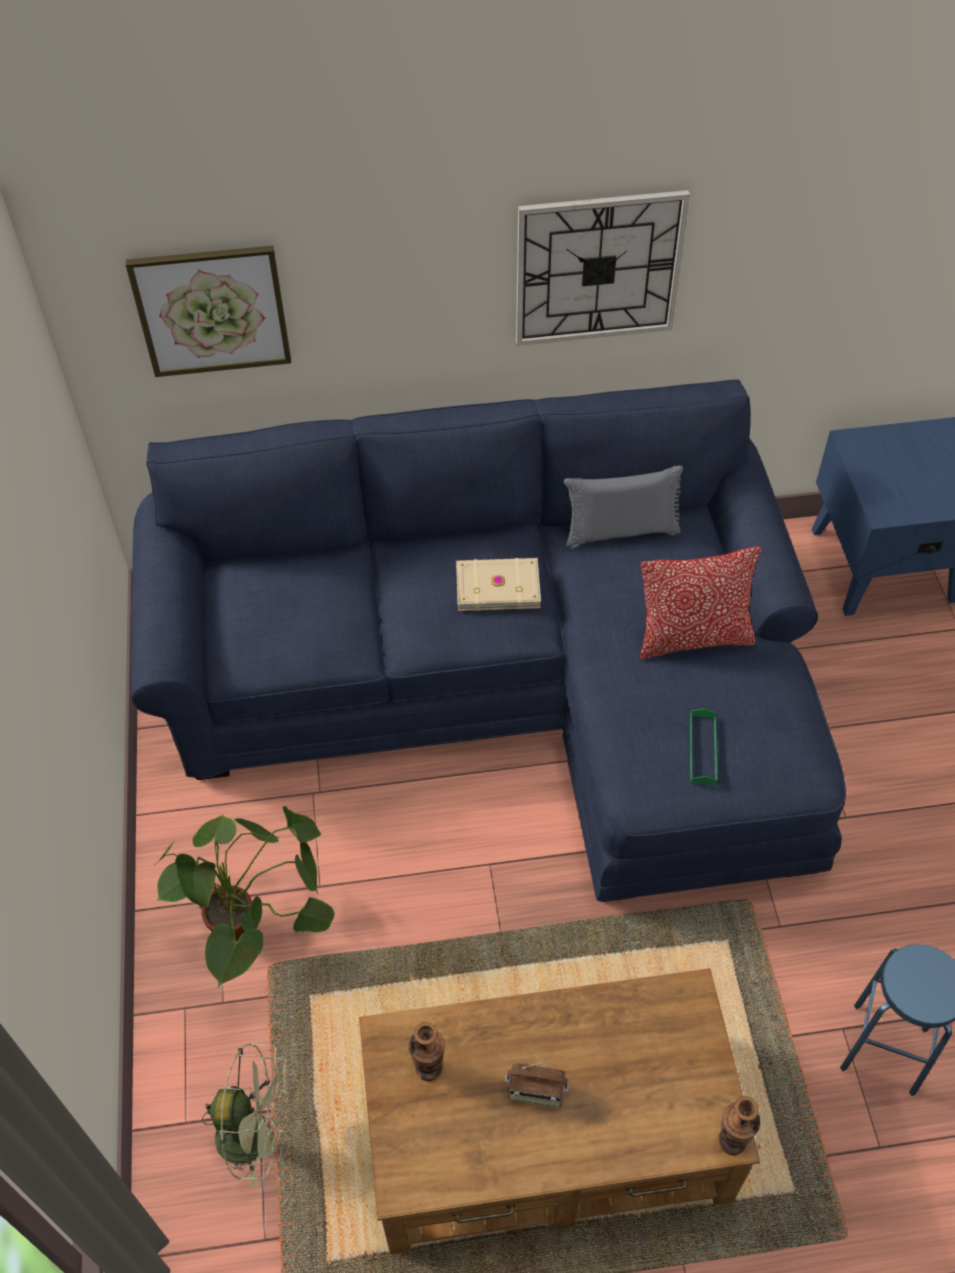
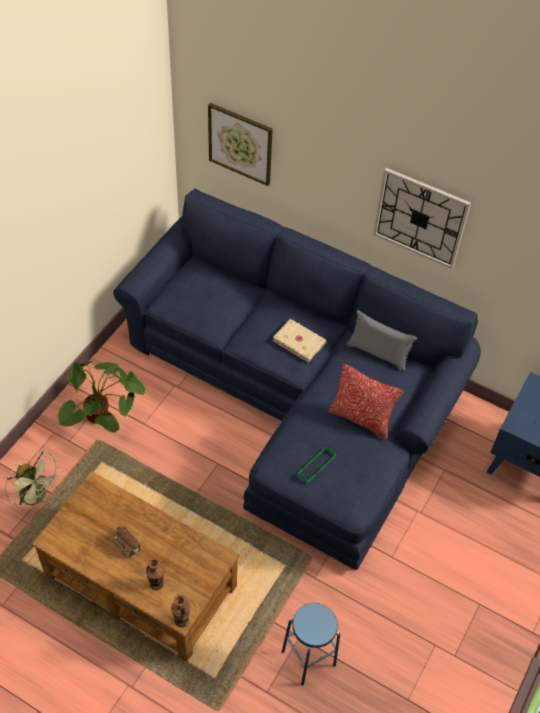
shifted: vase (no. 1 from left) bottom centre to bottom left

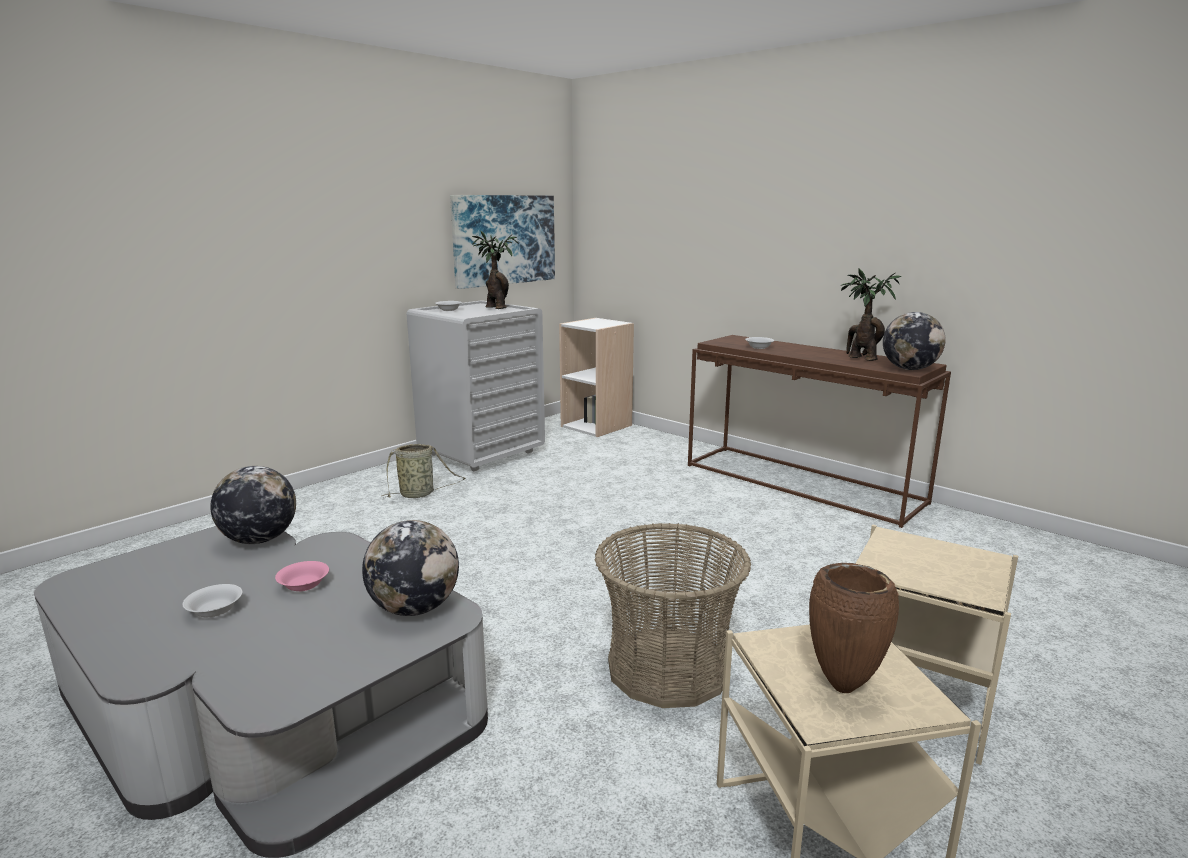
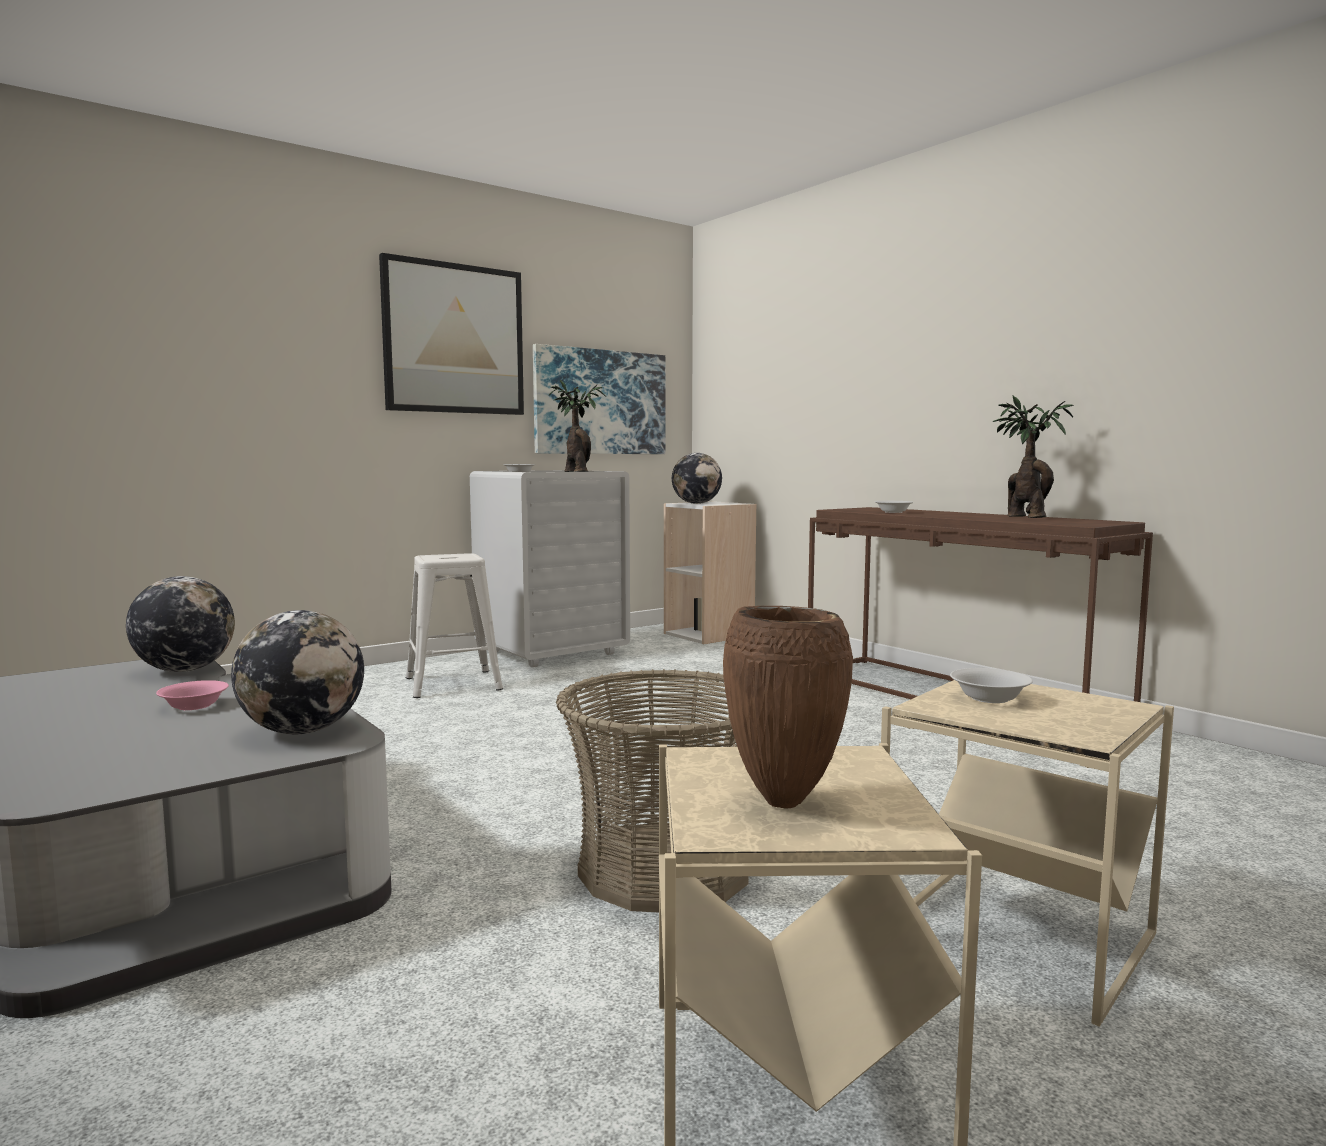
new: picture (no. 1 from left) top centre
shifted: globe (no. 3 from left) middle right to centre; white bowl (no. 1 from left in the first image) bottom left to white bowl (no. 3 from left) middle right
swapped: basket (no. 1 from left) centre to white stool centre

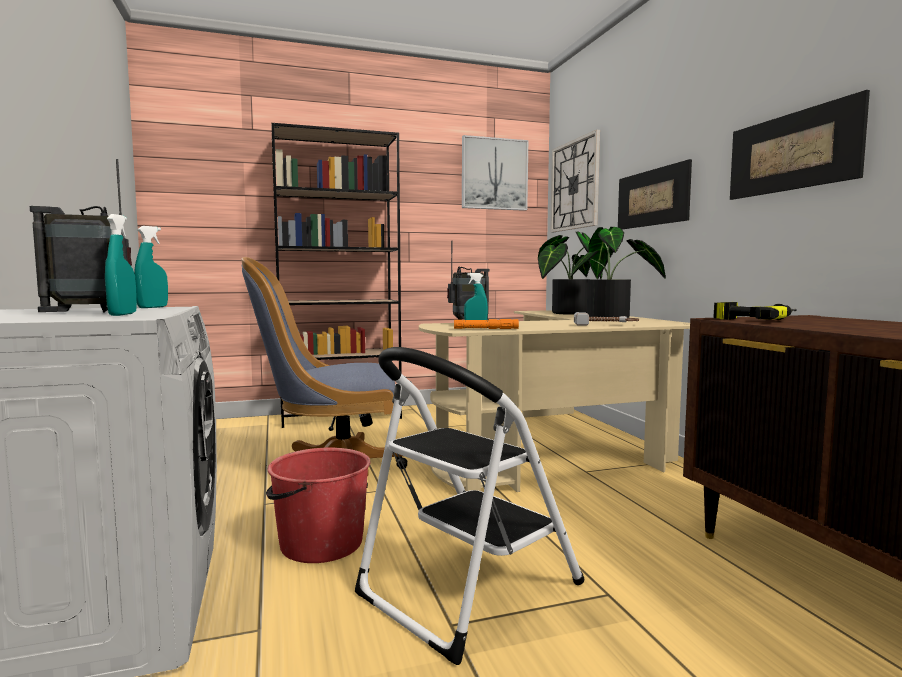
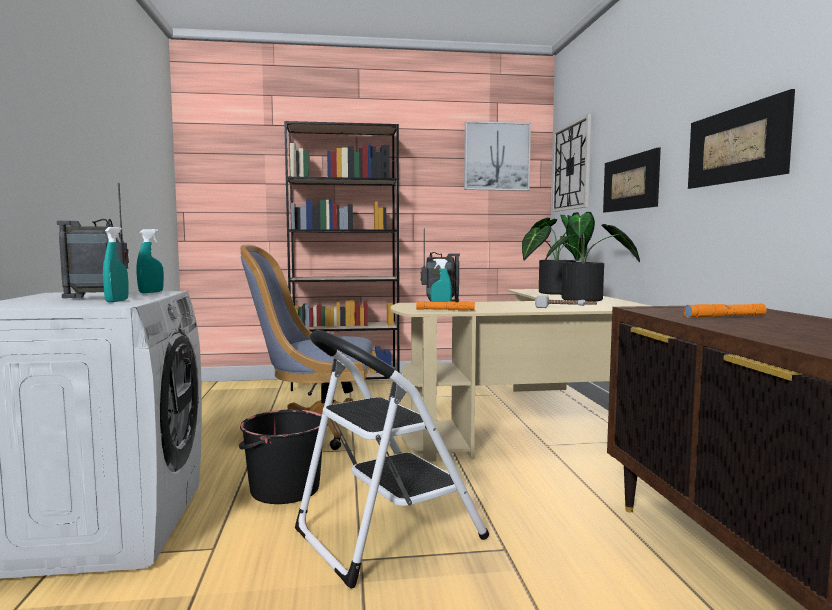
gone: power drill middle right
new: orange flashlight (no. 2 from left) middle right
repainted: red bucket bottom centre to black bucket bottom centre

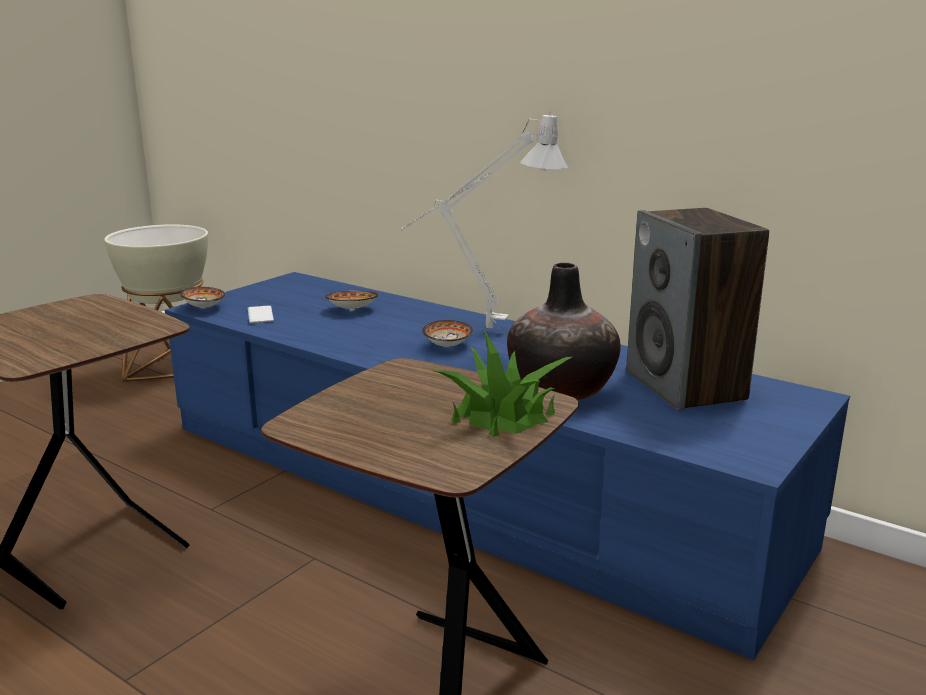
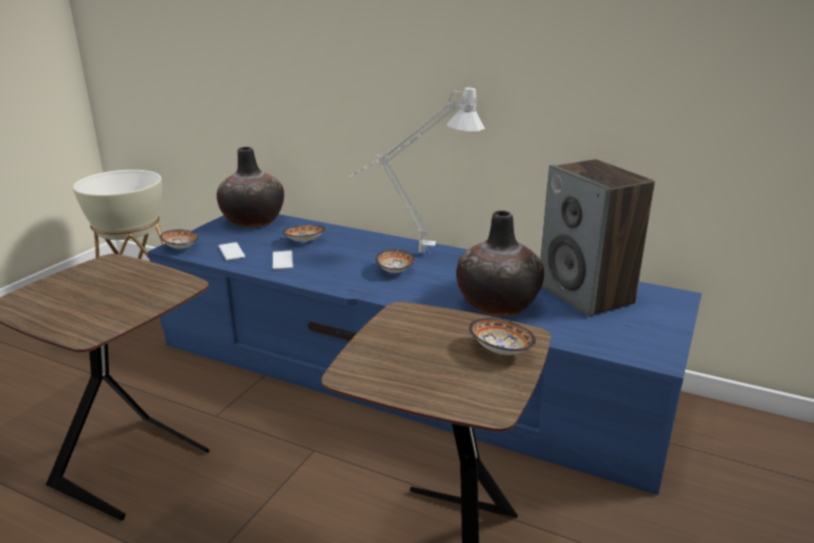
new: vase (no. 1 from left) middle left; phone (no. 2 from left) centre
swapped: potted plant centre to bowl (no. 4 from left) centre

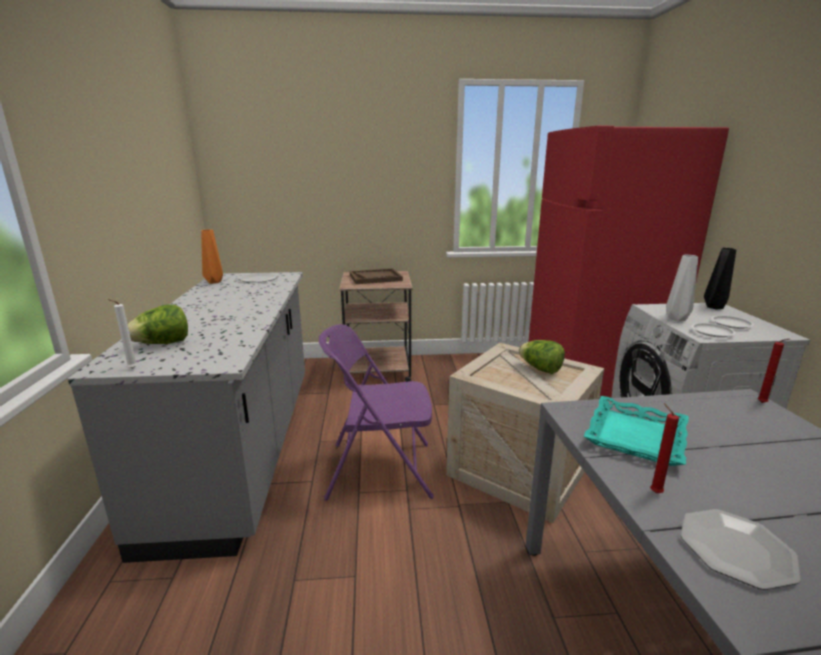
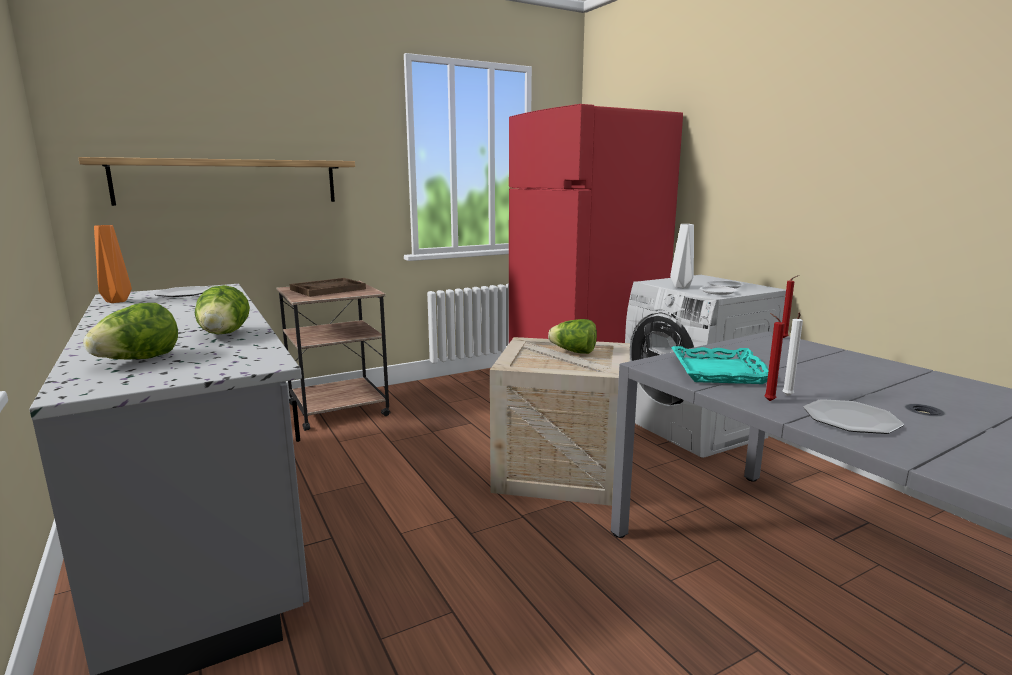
gone: black vase middle right; purple chair centre
new: shelf top left; lettuce (no. 2 from left) middle left
shifted: white candle middle left to middle right

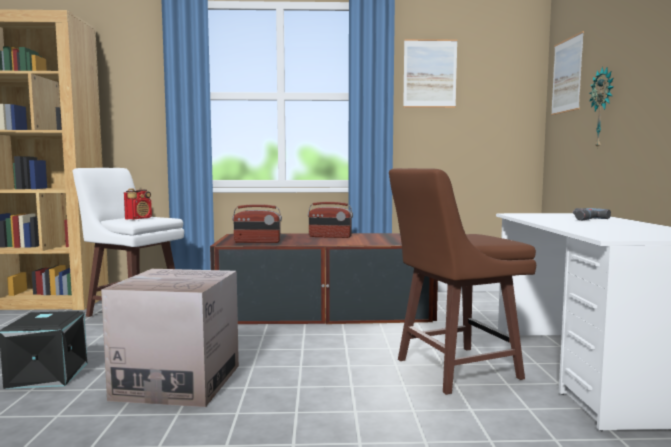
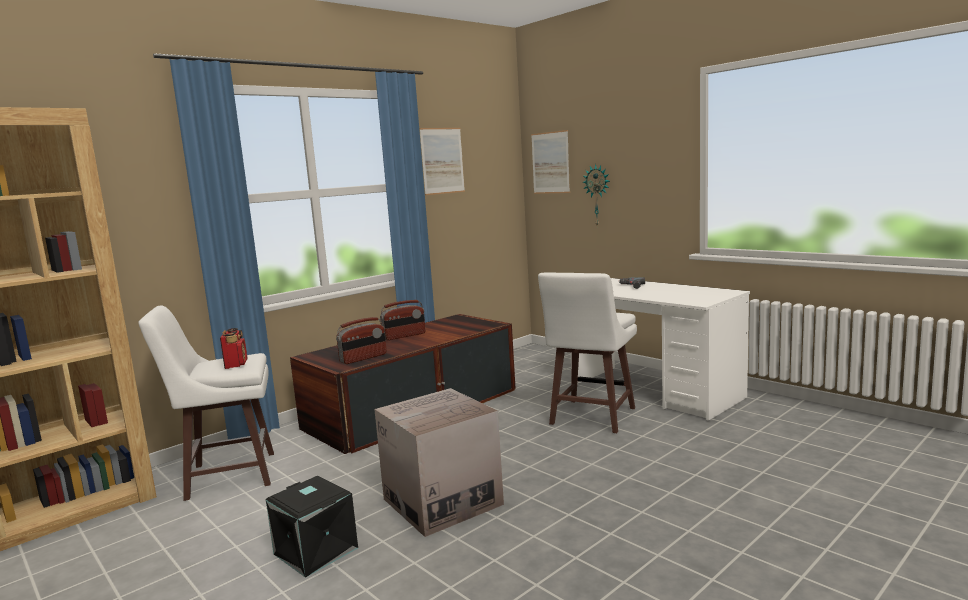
repainted: brown stool middle right to white stool (no. 2 from left) centre

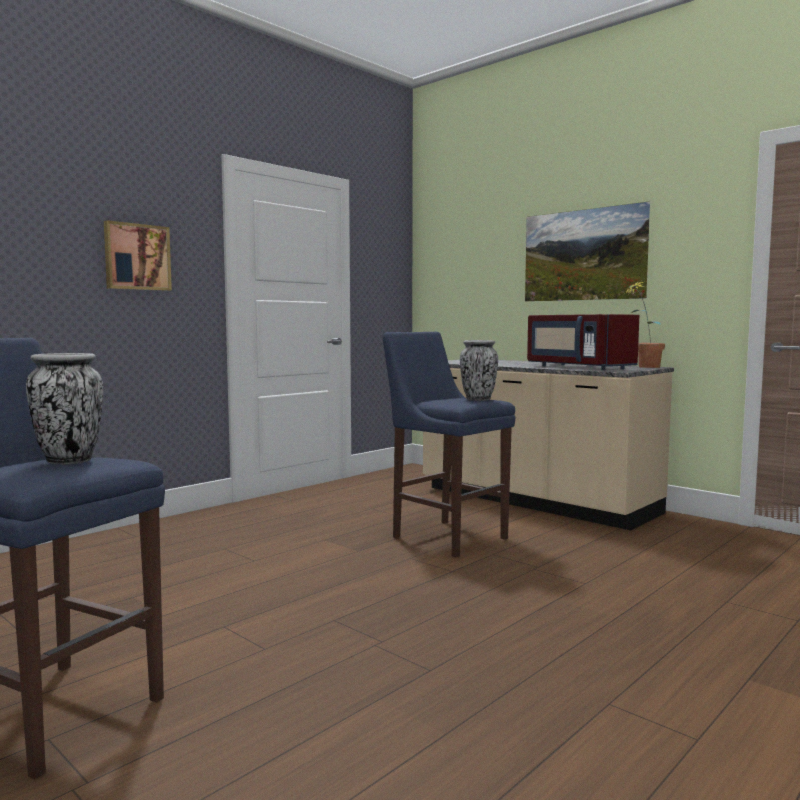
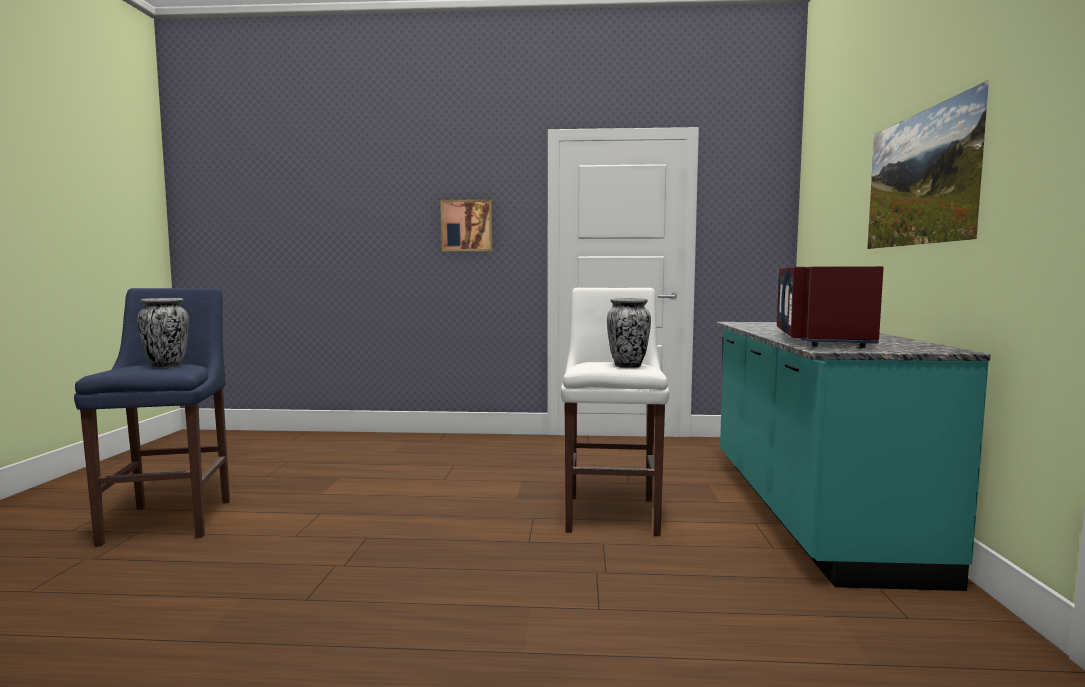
gone: potted plant middle right
repainted: blue stool (no. 2 from left) centre to white stool centre; beige counter middle right to turquoise counter middle right

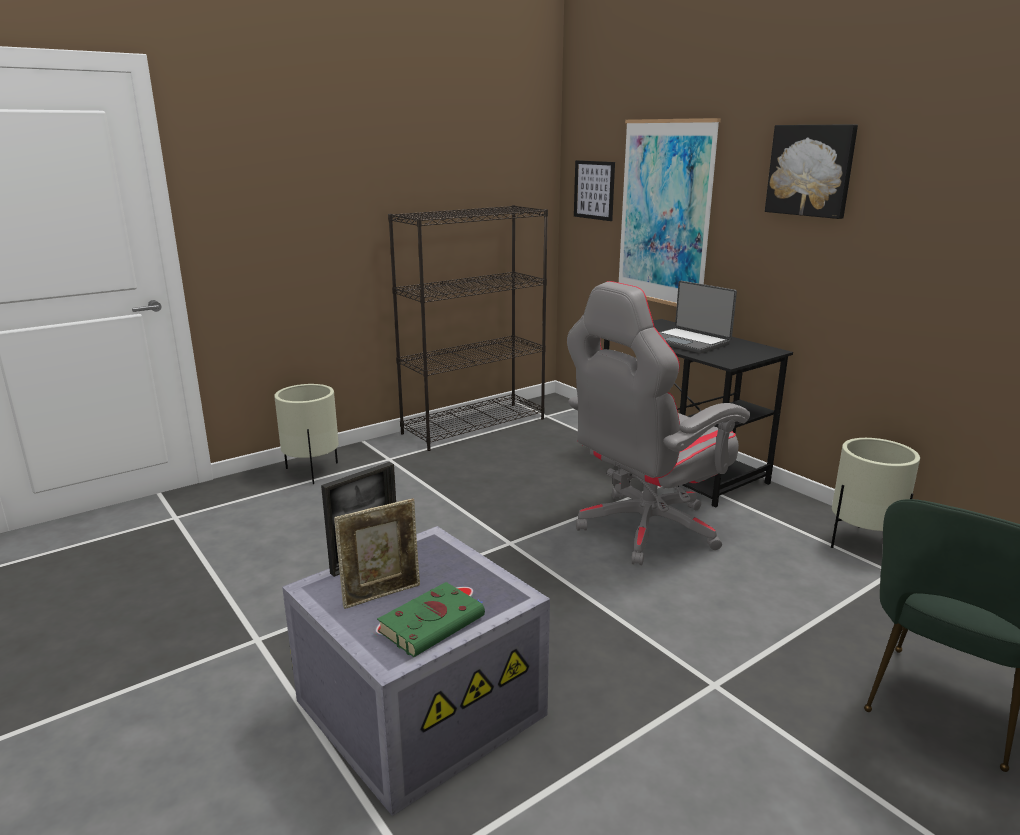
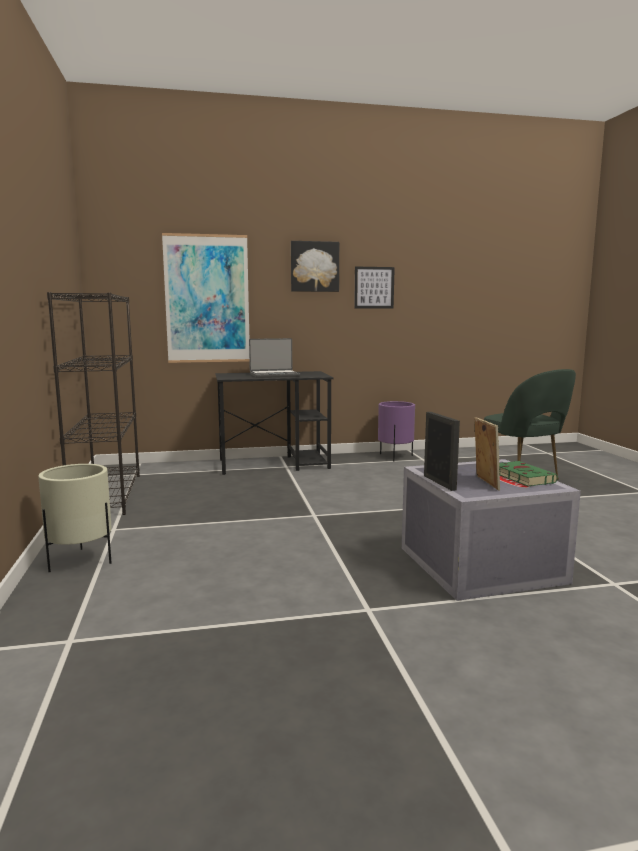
gone: grey office chair centre
shifted: picture (no. 1 from left in the first image) top centre to picture (no. 3 from left) centre
repainted: beige planter (no. 2 from left) middle right to purple planter centre

